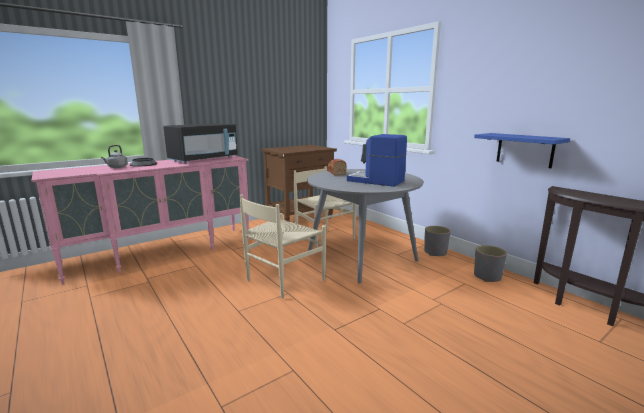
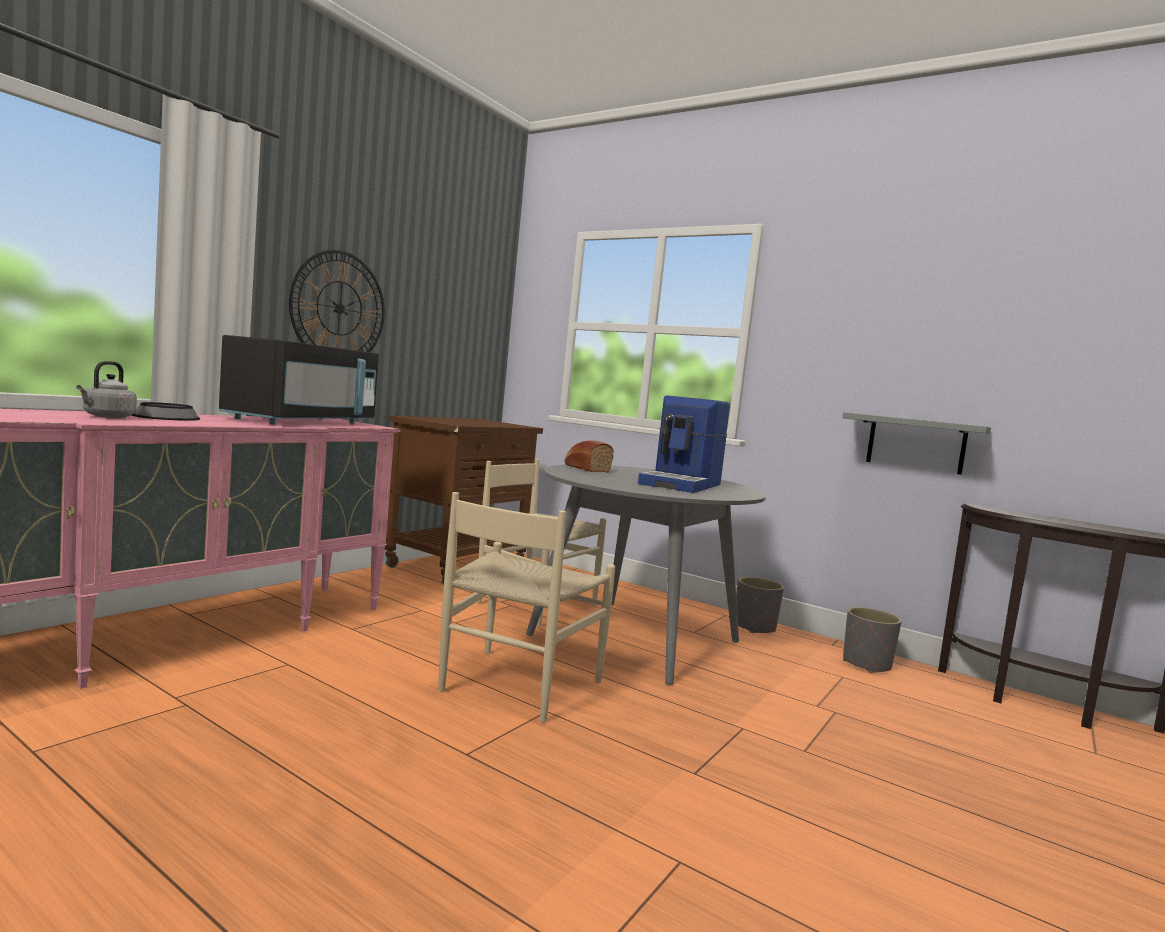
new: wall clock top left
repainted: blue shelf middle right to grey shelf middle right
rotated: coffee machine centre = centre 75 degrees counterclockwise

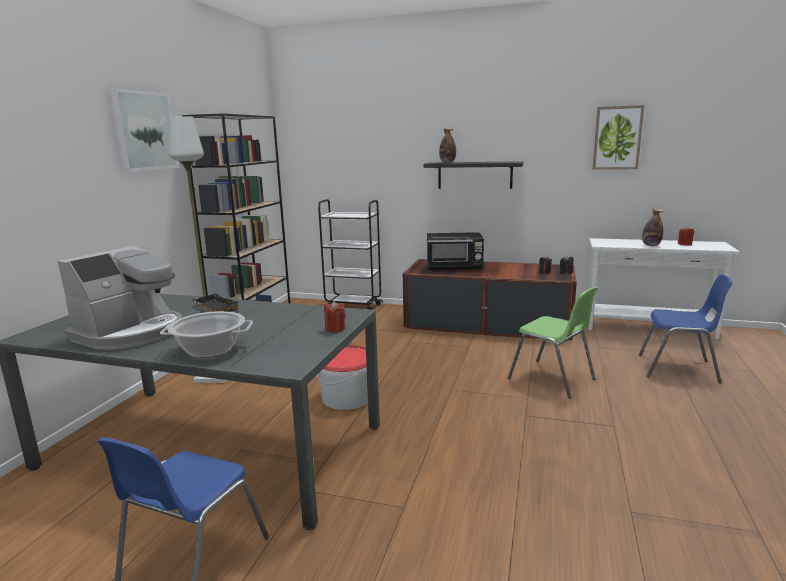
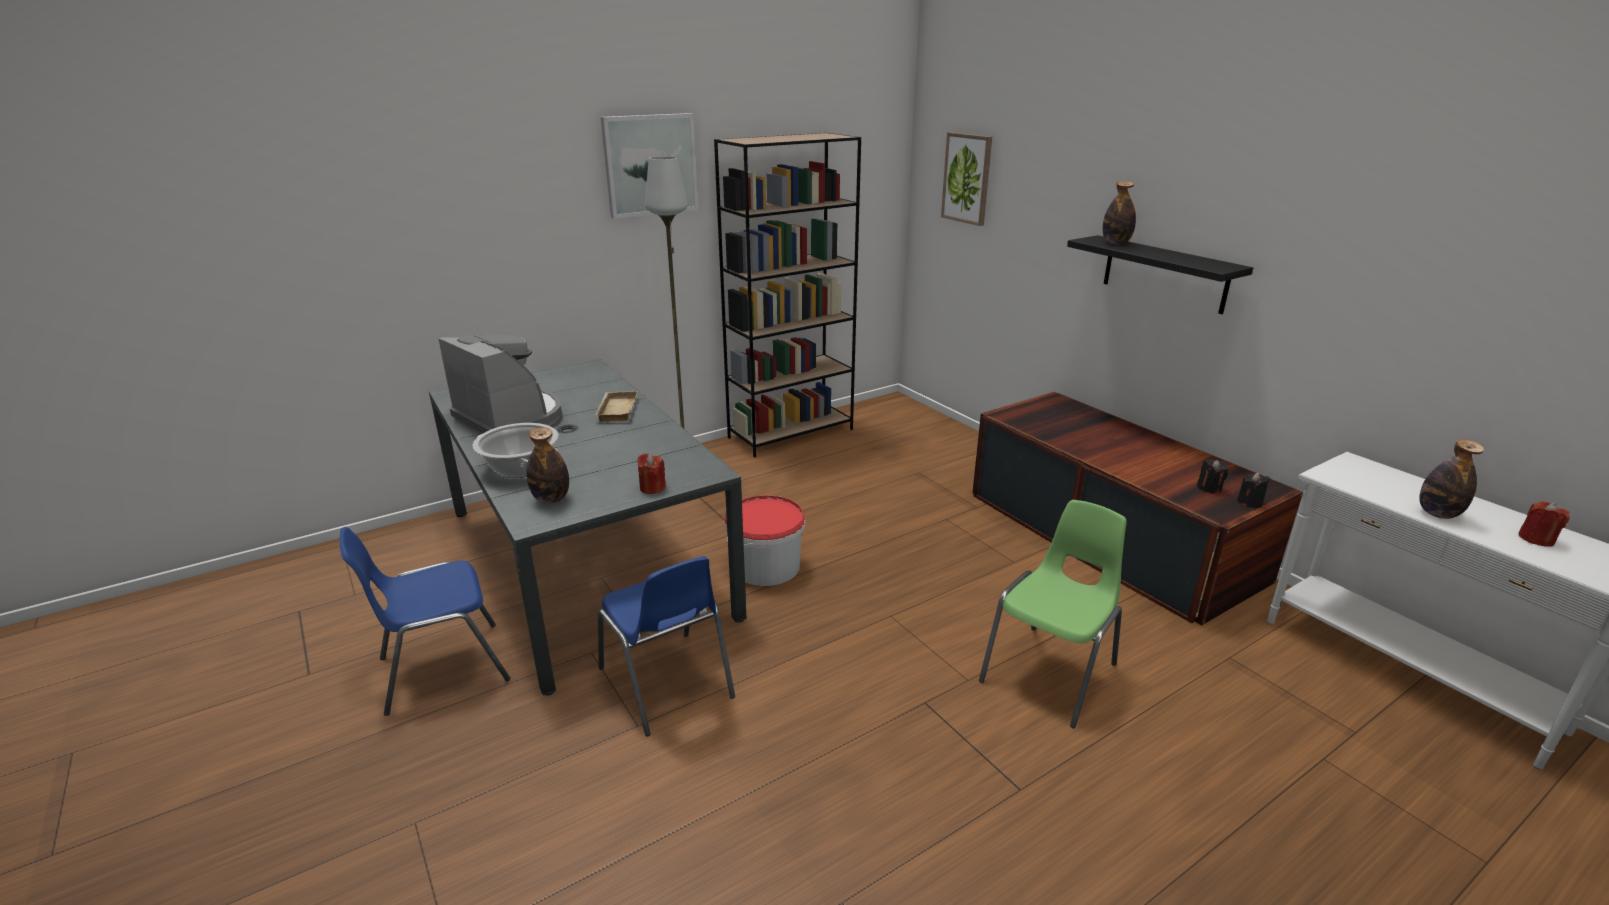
gone: white cart centre; black microwave centre
new: bottle (no. 1 from left) centre
shifted: picture (no. 2 from left) top right to top centre; blue chair (no. 2 from left) middle right to bottom centre
repainted: black tray middle left to beige tray centre
rotated: coffee machine middle left = middle left 120 degrees counterclockwise; green chair middle right = bottom centre 135 degrees counterclockwise

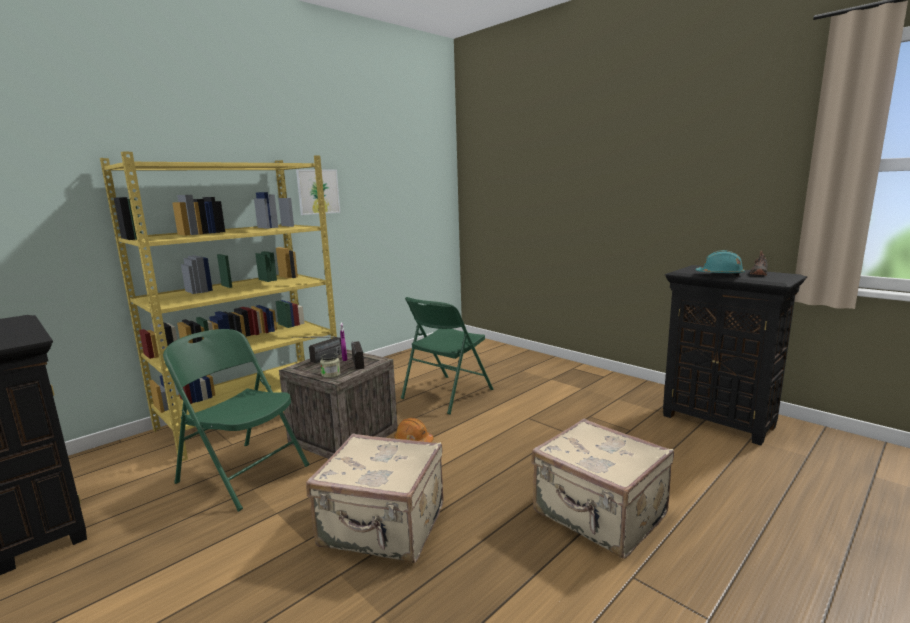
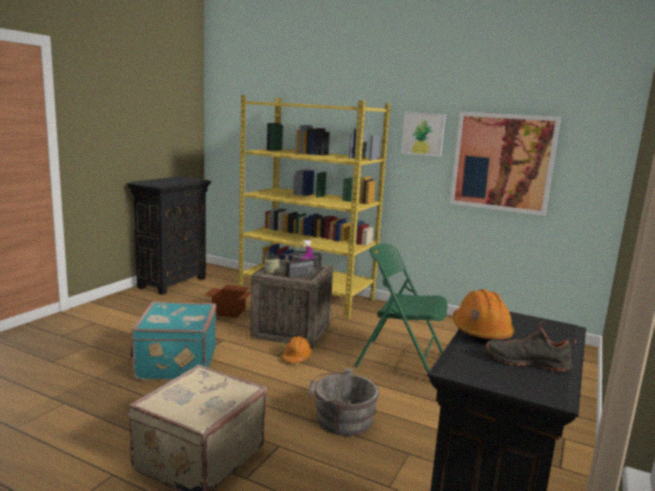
new: picture (no. 2 from left) middle right; grey bucket bottom centre
swapped: green chair (no. 1 from left) bottom left to cardboard box centre
repainted: turquoise hard hat middle right to orange hard hat (no. 2 from left) middle right; beige suitcase (no. 1 from left) bottom centre to turquoise suitcase bottom left

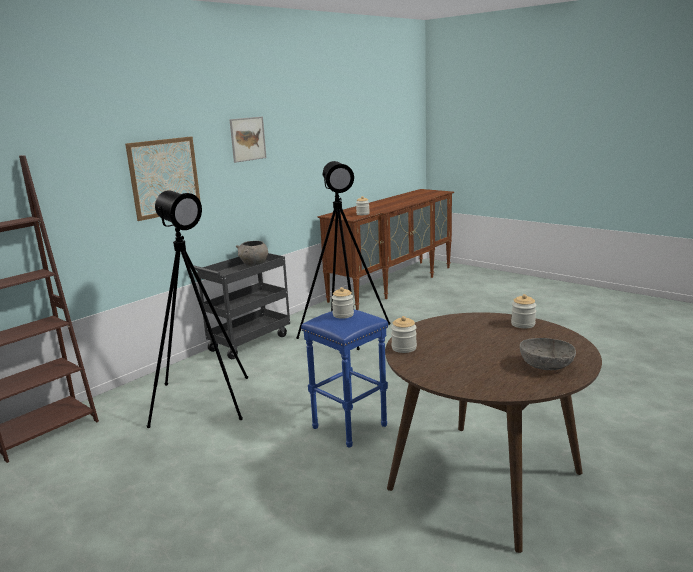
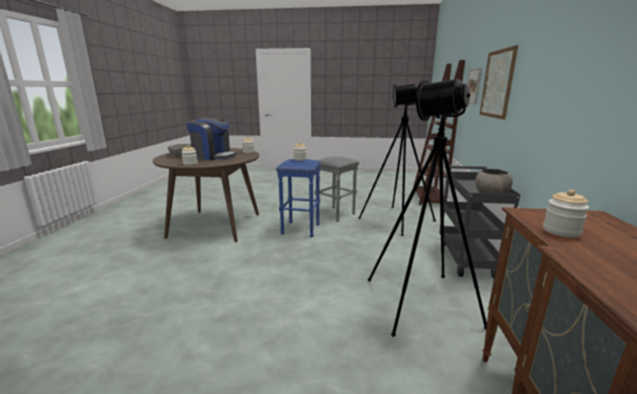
new: coffee machine middle left; grey stool centre
shifted: picture (no. 2 from left in the first image) top centre to picture (no. 1 from left) top right

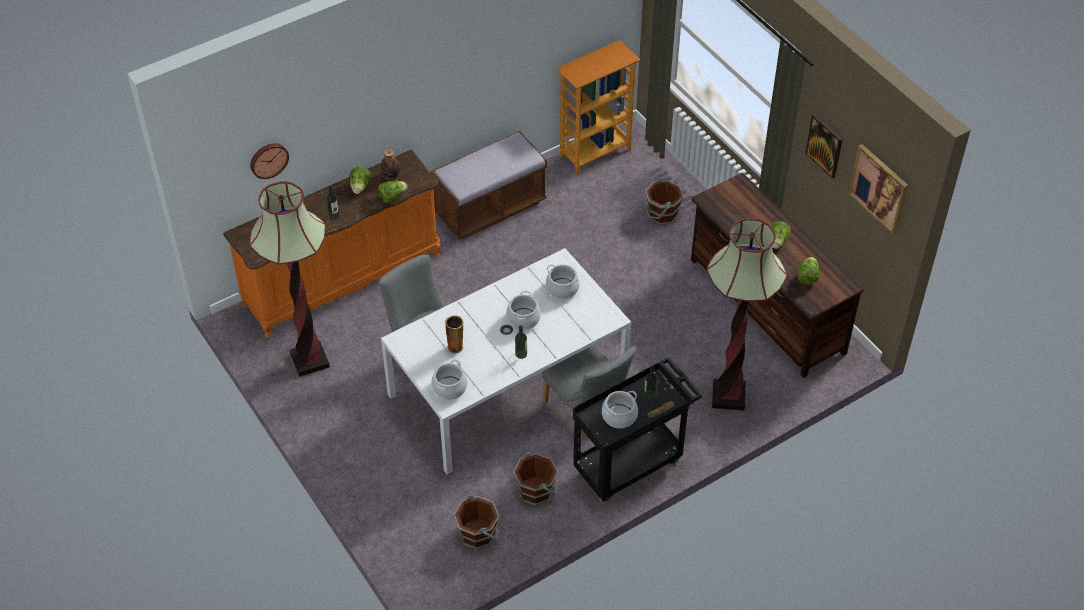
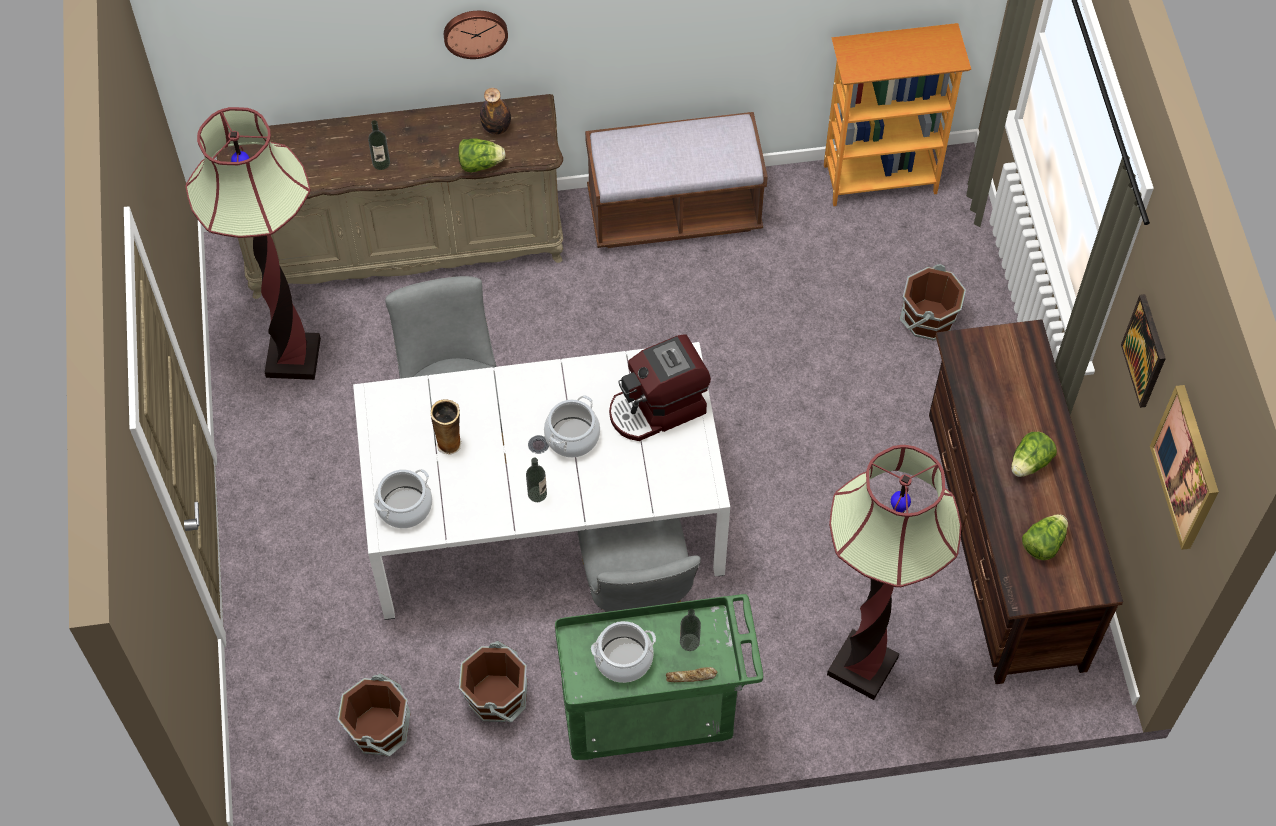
gone: lettuce (no. 1 from left) top left
shifted: wall clock top left to top centre
swapped: cooking pot (no. 3 from left) centre to coffee machine centre
repainted: orange cabinet middle left to beige cabinet top left; black cart bottom centre to green cart bottom centre

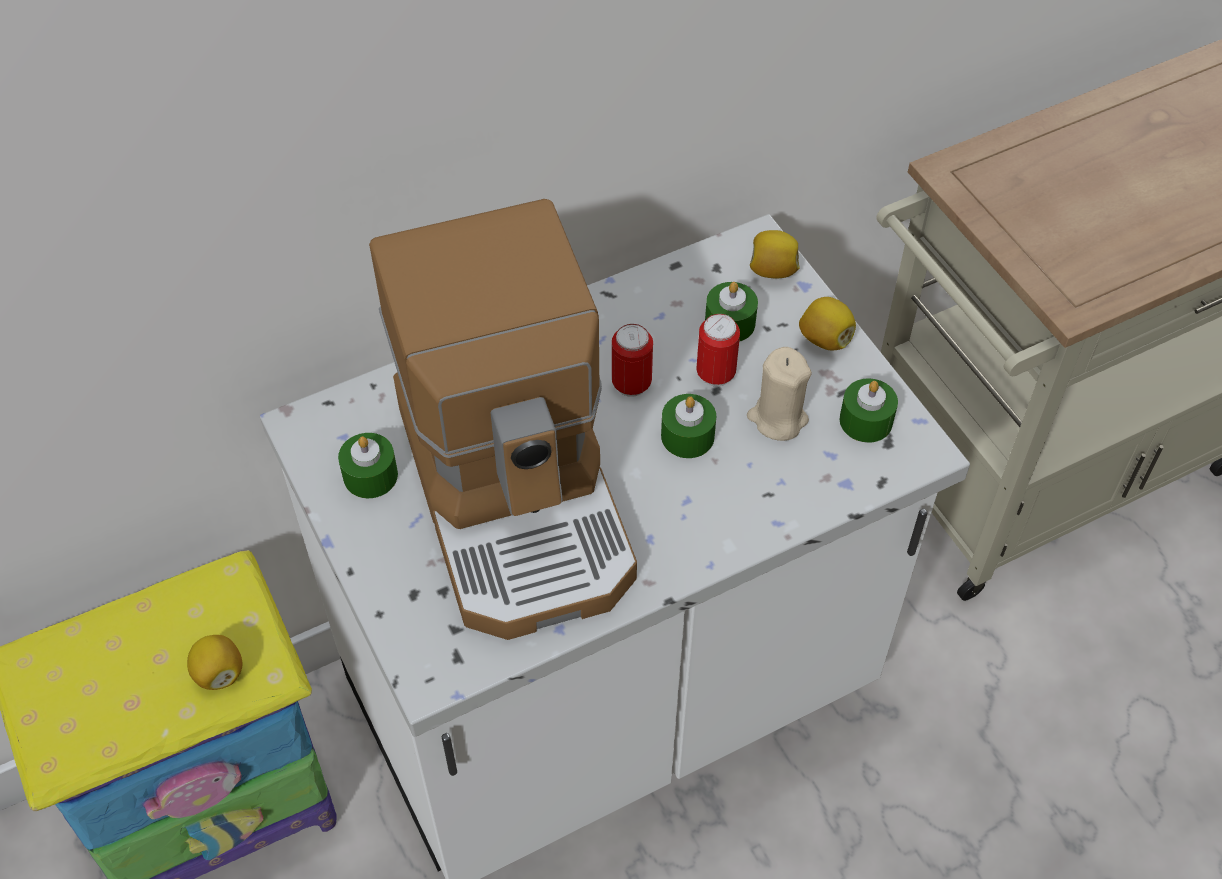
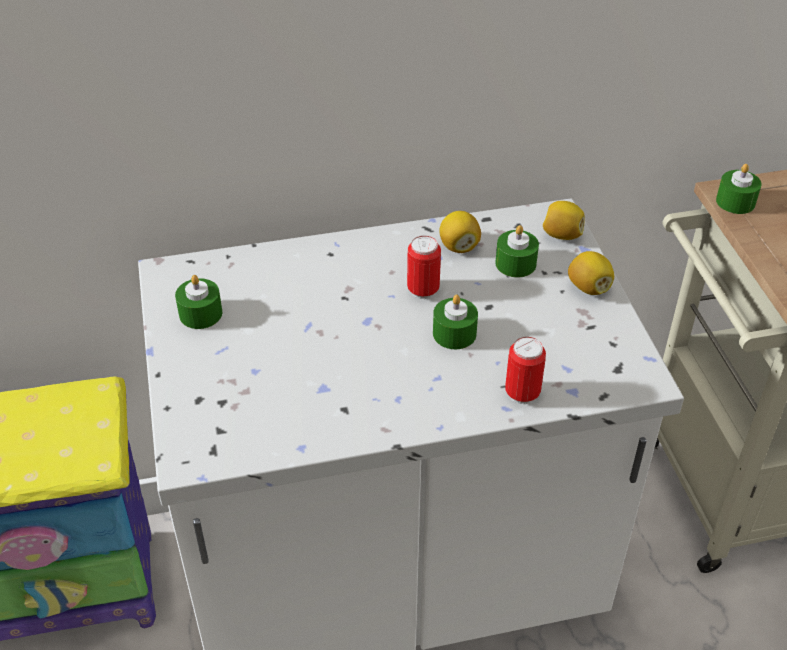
gone: coffee machine centre; beige candle centre
shifted: can (no. 2 from left) centre to middle right; green candle (no. 4 from left) middle right to top right; lemon (no. 1 from left) bottom left to centre

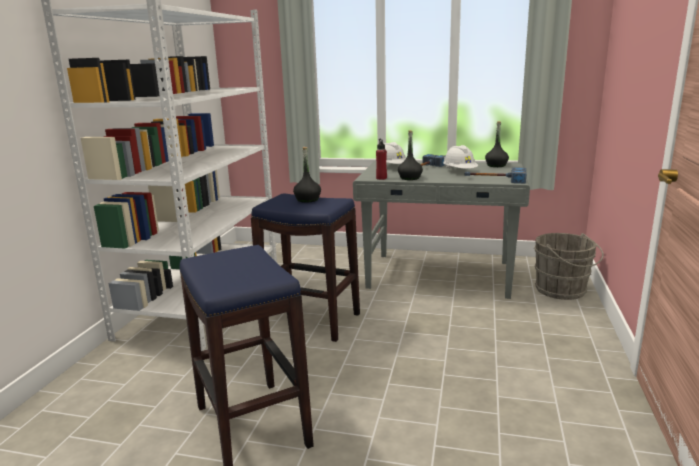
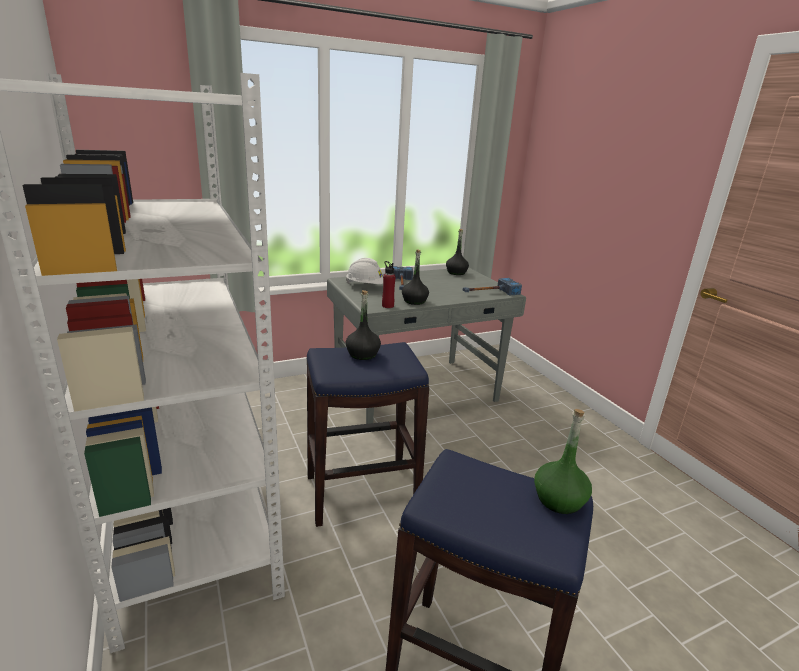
gone: white hard hat (no. 2 from left) centre; grey bucket middle right
new: green bottle bottom right

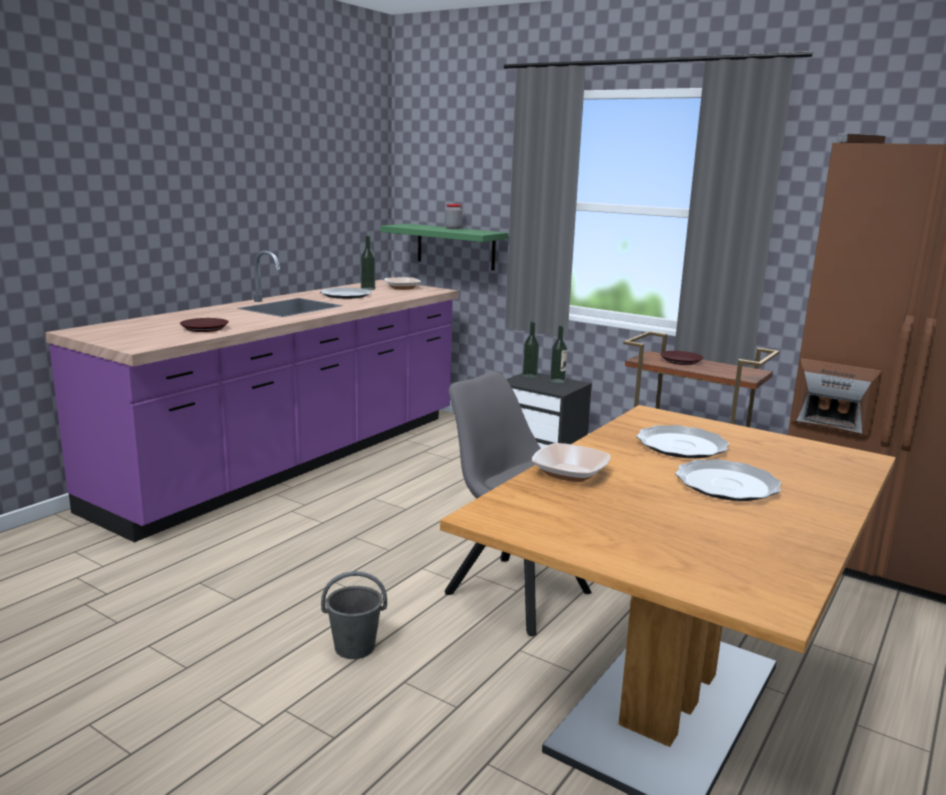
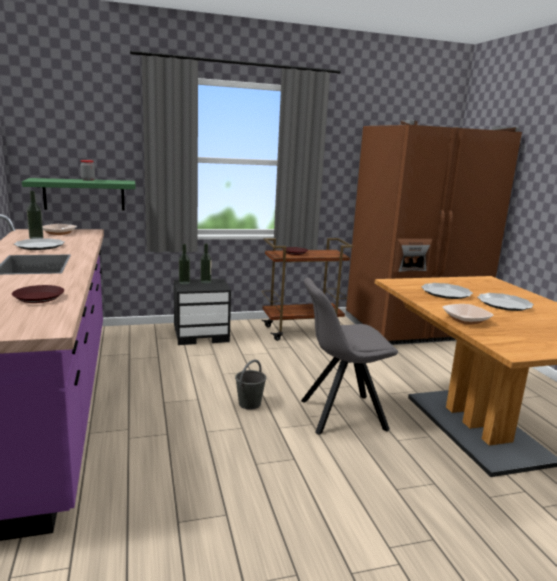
shifted: grey bucket bottom centre to centre

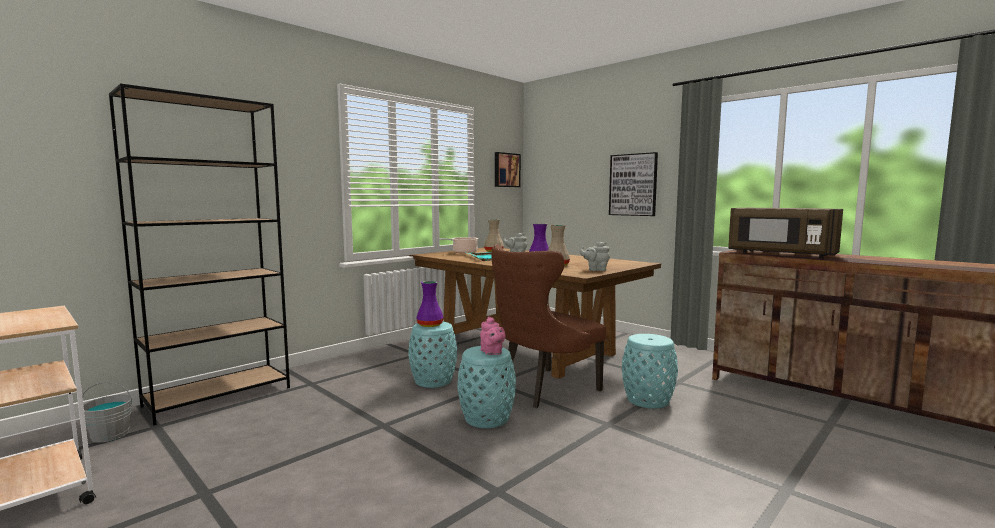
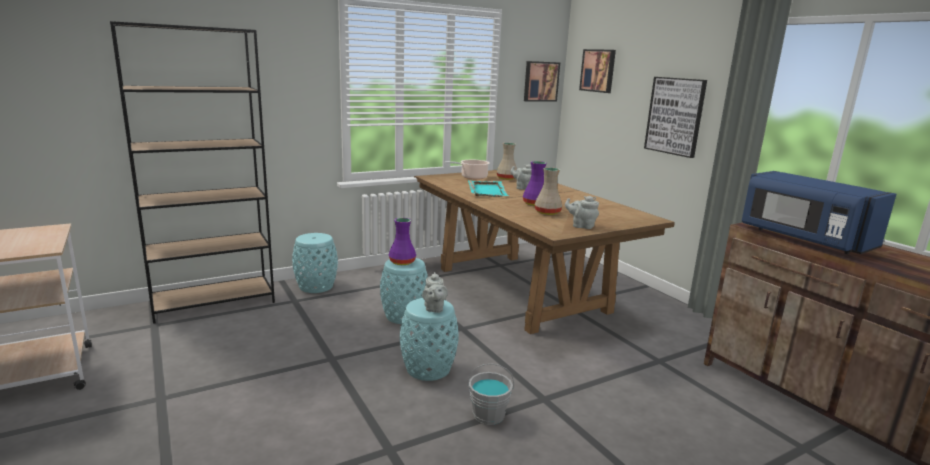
gone: brown chair centre
new: picture (no. 2 from left) top centre
shifted: turquoise stool (no. 3 from left in the first image) bottom centre to turquoise stool (no. 1 from left) centre; grey bucket bottom left to bottom centre
repainted: brown microwave middle right to blue microwave middle right; pink teapot centre to grey teapot (no. 1 from left) centre

